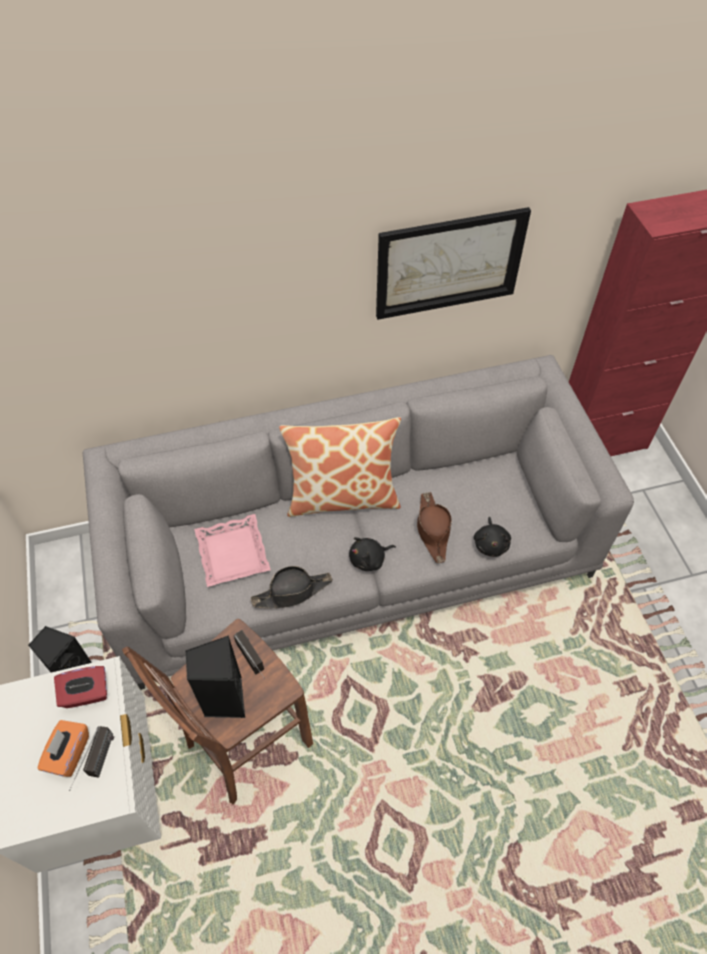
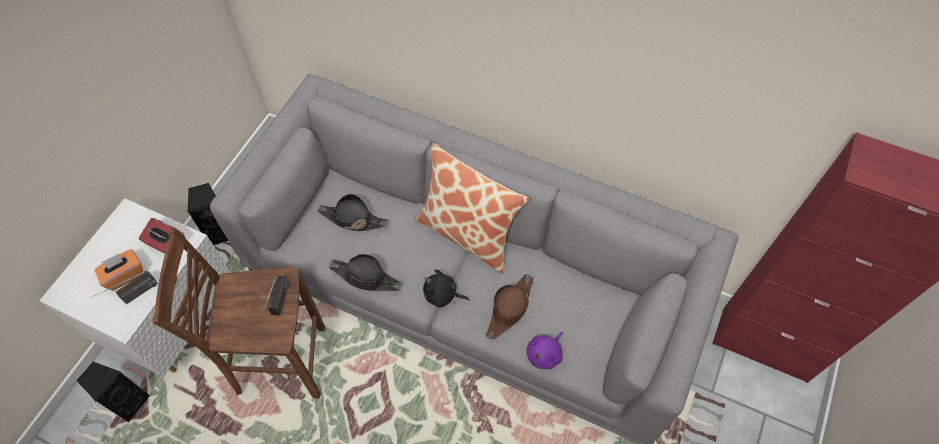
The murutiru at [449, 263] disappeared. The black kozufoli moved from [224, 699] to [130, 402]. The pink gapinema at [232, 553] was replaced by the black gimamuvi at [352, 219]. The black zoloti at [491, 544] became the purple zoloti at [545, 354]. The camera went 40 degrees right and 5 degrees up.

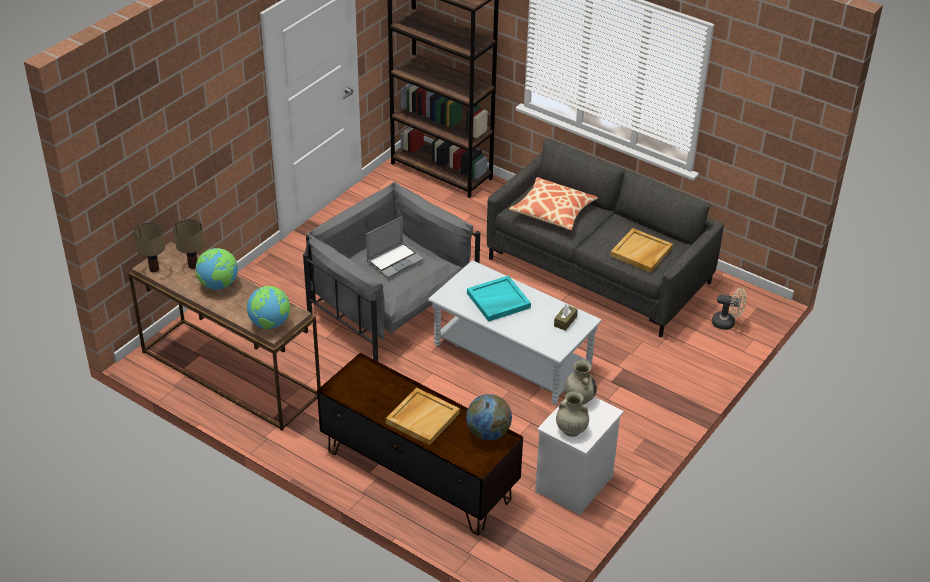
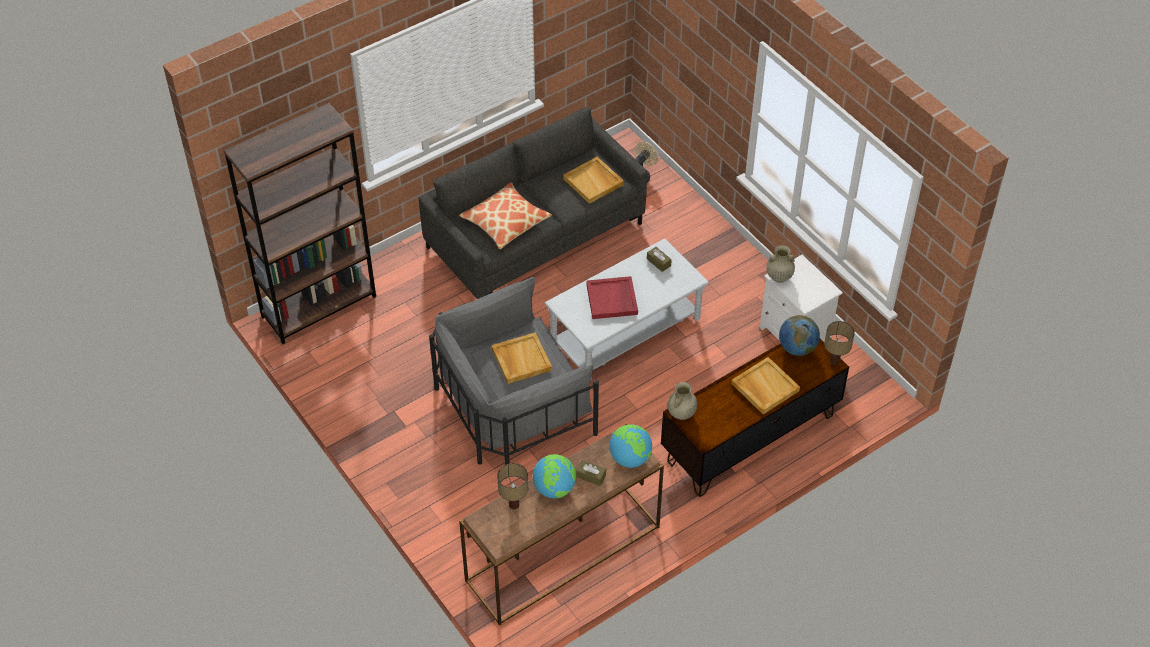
The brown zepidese at [591, 476] appeared. The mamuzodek moved from [154, 269] to [835, 361]. The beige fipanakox moved from [571, 430] to [681, 413]. The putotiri at [395, 261] was replaced by the beige gapinema at [521, 359]. The turquoise gapinema at [498, 301] became the red gapinema at [612, 299]. The camera went 70 degrees left and 10 degrees up.

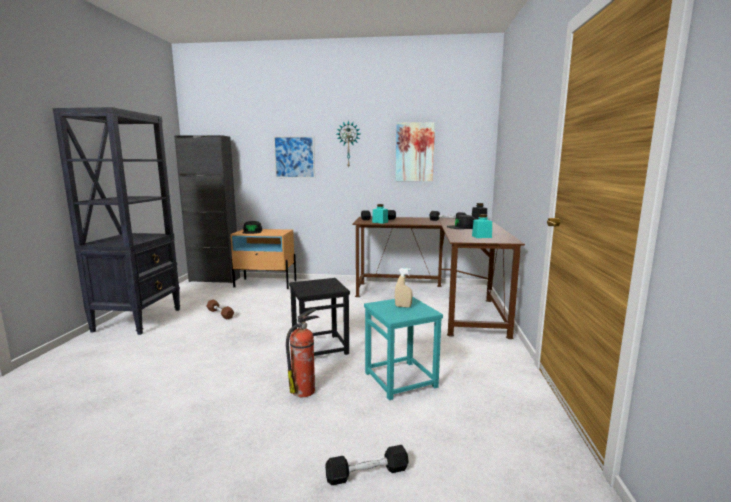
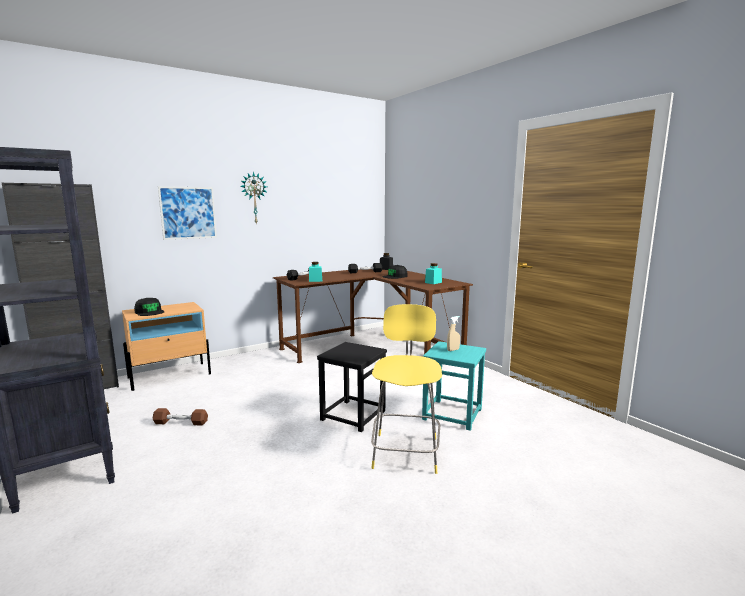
The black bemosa at [367, 473] disappeared. The murutiru at [414, 152] disappeared. The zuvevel at [304, 390] was replaced by the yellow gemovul at [406, 451]. The camera went 40 degrees left and 0 degrees up.

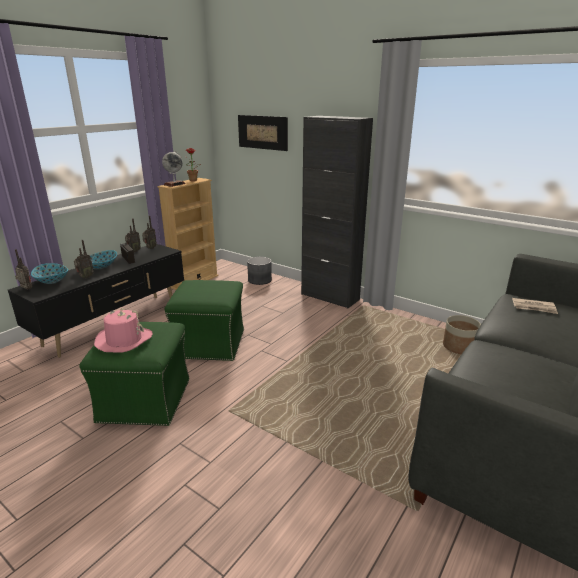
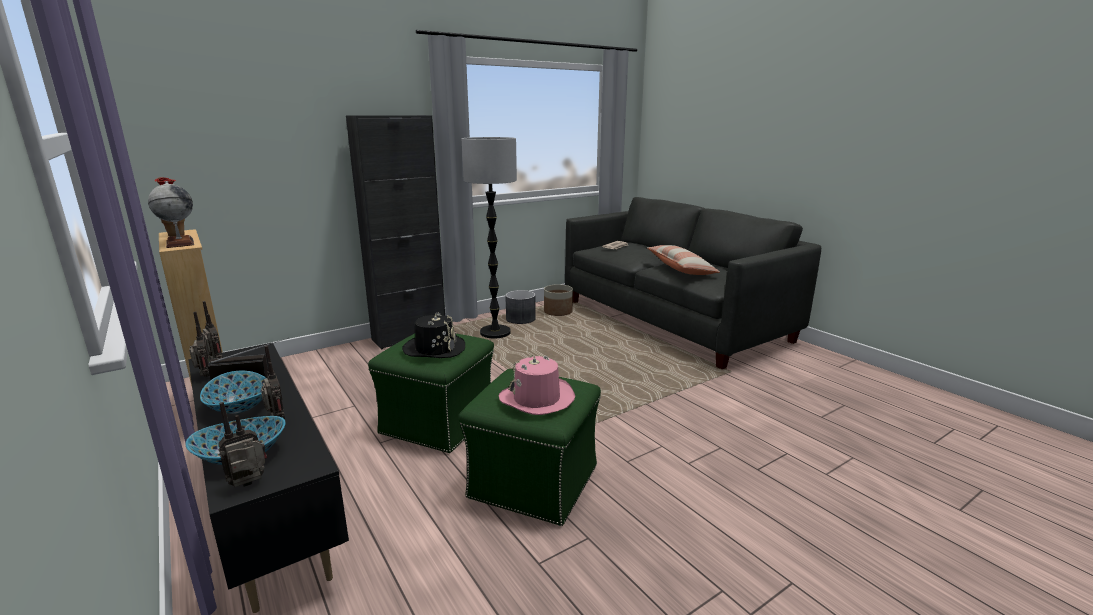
The murutiru at [262, 132] disappeared. The black gimamuvi at [434, 349] appeared. The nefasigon at [495, 333] appeared. The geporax at [680, 269] appeared. The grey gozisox moved from [260, 280] to [520, 319]. The camera went 70 degrees left and 5 degrees down.

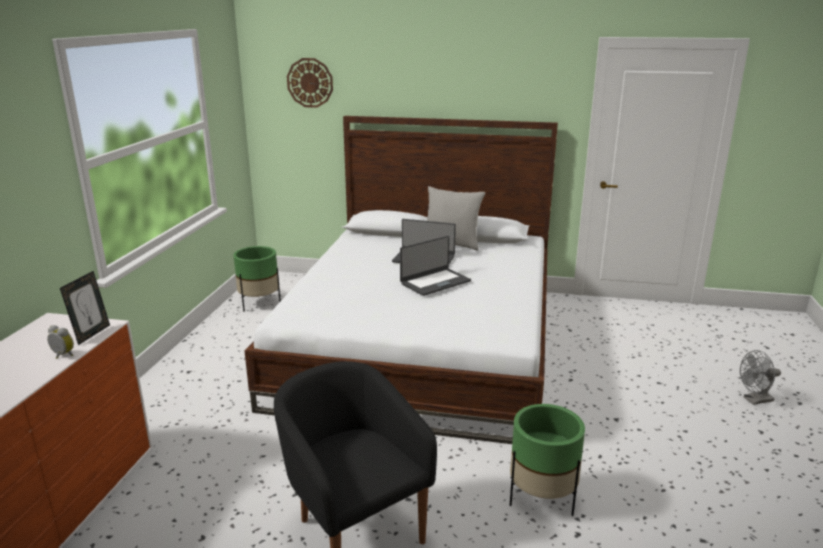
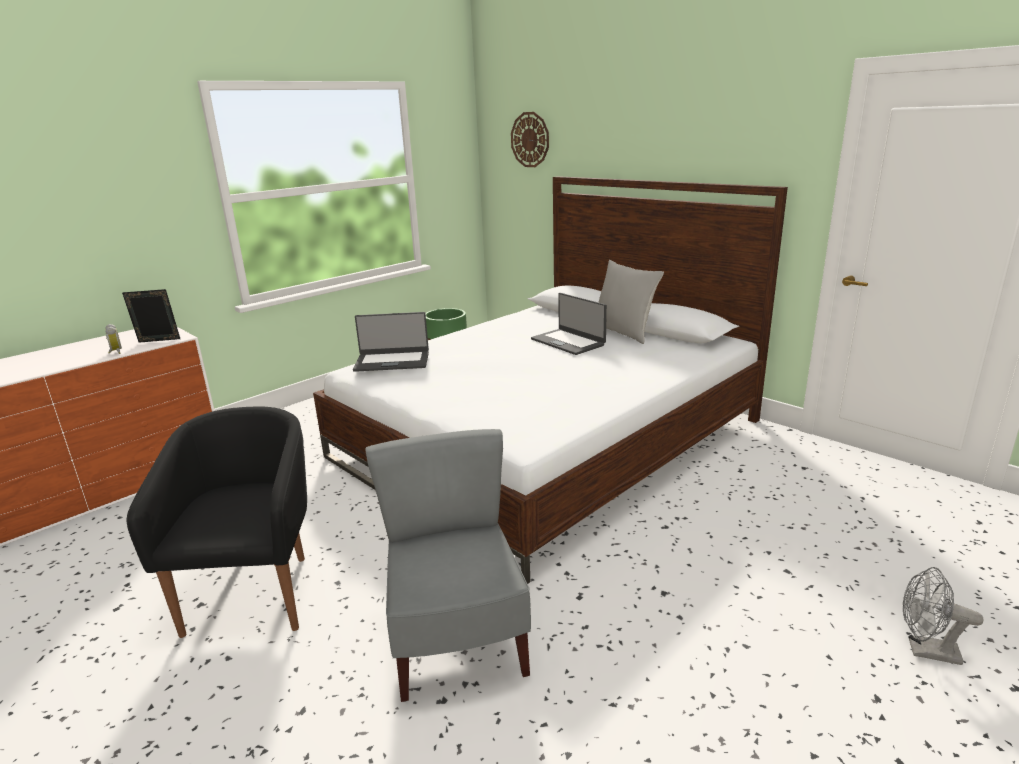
The putotiri moved from [435, 282] to [392, 361]. The green gozisox at [542, 498] was replaced by the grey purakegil at [457, 642]. The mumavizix at [91, 334] turned 150 degrees counterclockwise. The camera went 35 degrees right and 0 degrees up.

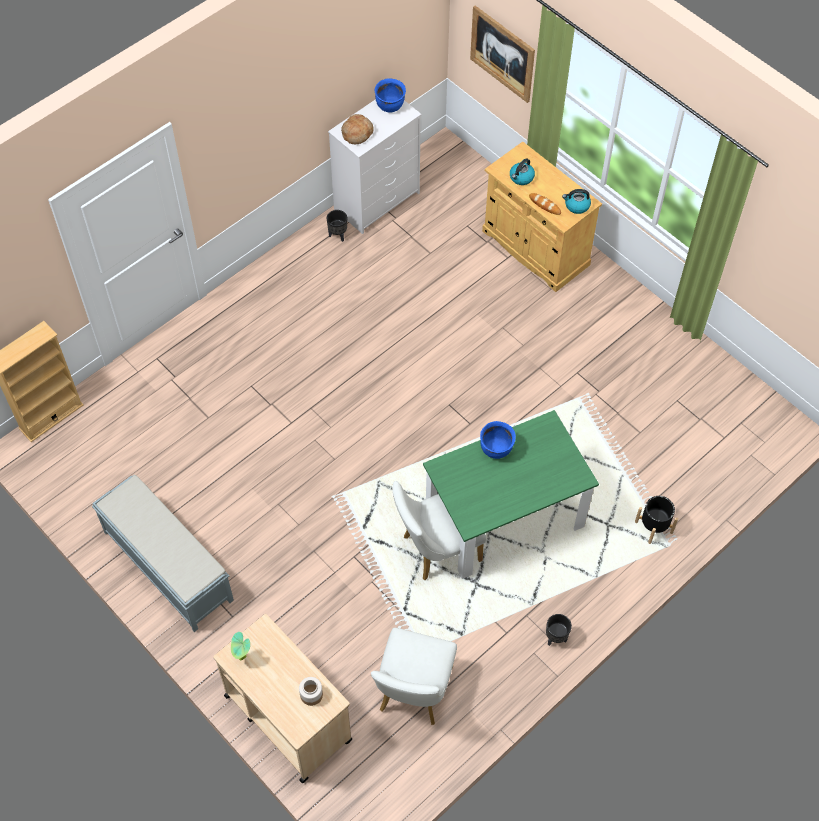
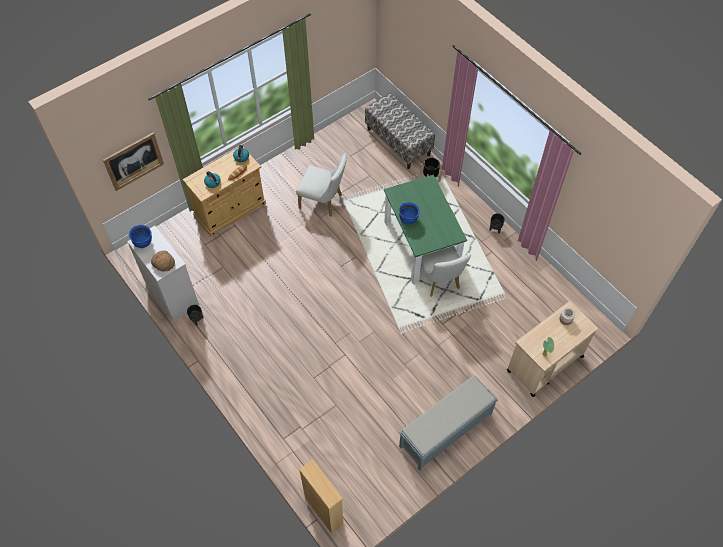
The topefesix at [398, 142] appeared. The white purakegil moved from [413, 693] to [324, 202]. The camera went 85 degrees left and 0 degrees up.

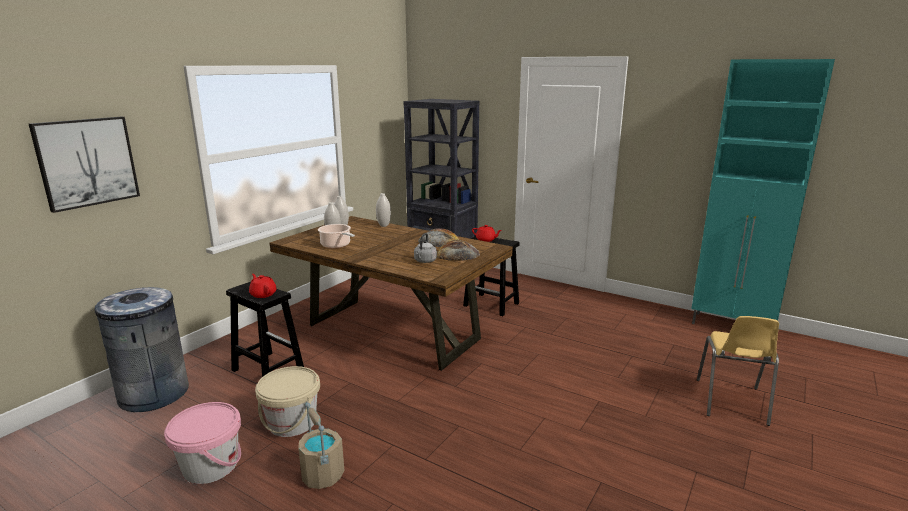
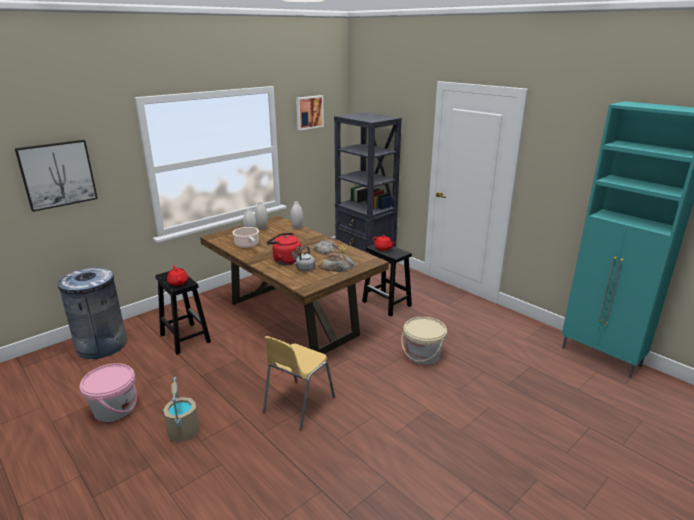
The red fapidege at [285, 260] appeared. The murutiru at [309, 112] appeared. The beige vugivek moved from [292, 422] to [423, 355]. The yellow purakegil moved from [731, 402] to [298, 405]. The camera went 15 degrees right and 5 degrees up.

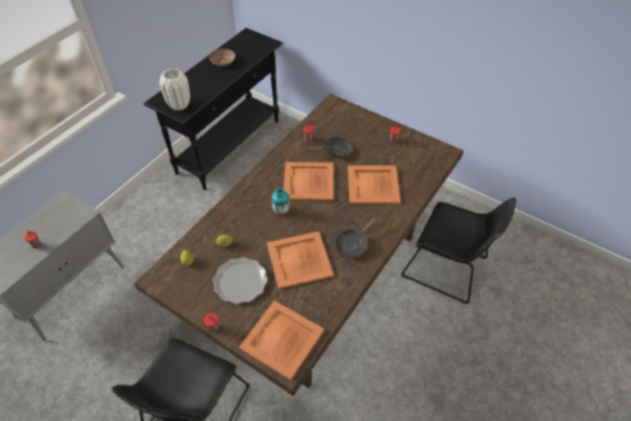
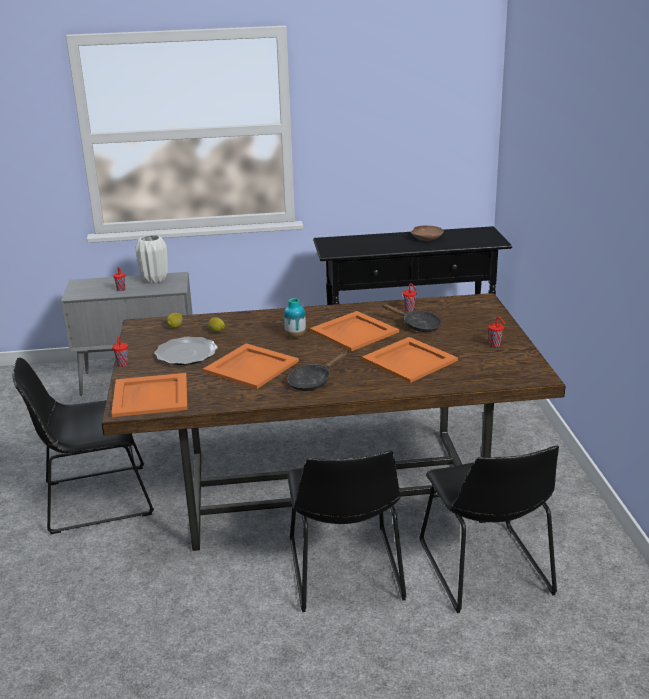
The black purakegil at [346, 573] appeared. The white fipanakox moved from [179, 105] to [154, 280]. The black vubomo at [353, 244] turned 45 degrees counterclockwise. The camera went 50 degrees right and 25 degrees down.

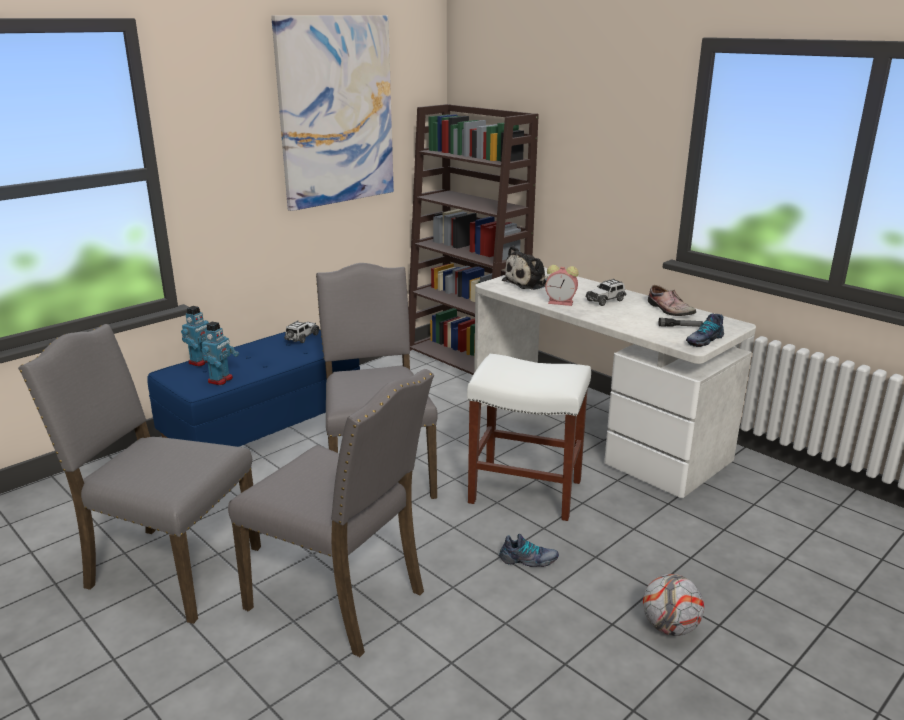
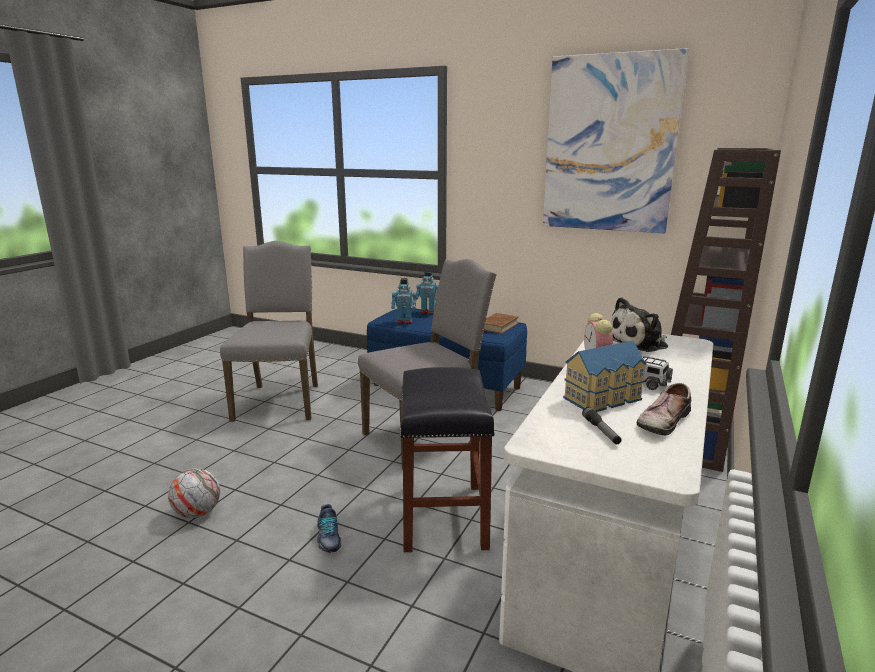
The grey purakegil at [341, 598] disappeared. The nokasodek at [703, 340] disappeared. The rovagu at [605, 399] appeared. The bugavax moved from [669, 627] to [197, 513]. The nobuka at [302, 338] was replaced by the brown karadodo at [497, 326]. The white gemovul at [523, 491] became the black gemovul at [443, 515]. The zoloti at [529, 283] turned 60 degrees counterclockwise. The camera went 70 degrees right and 5 degrees down.

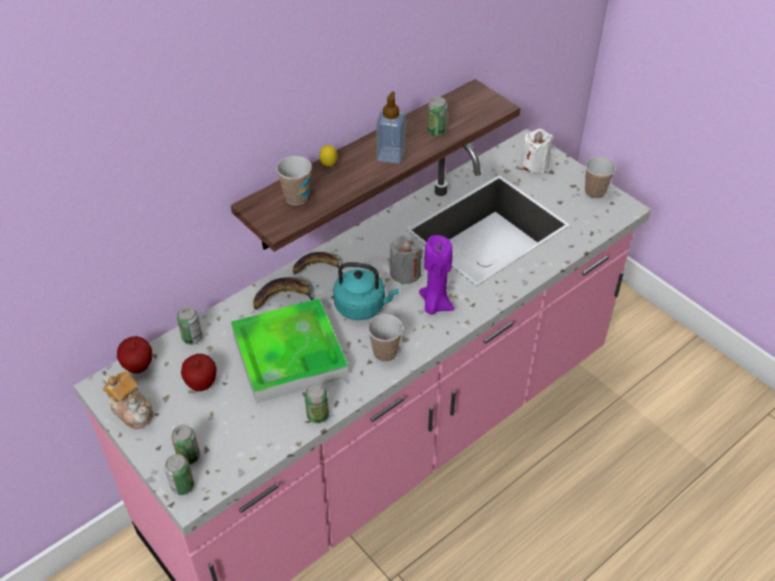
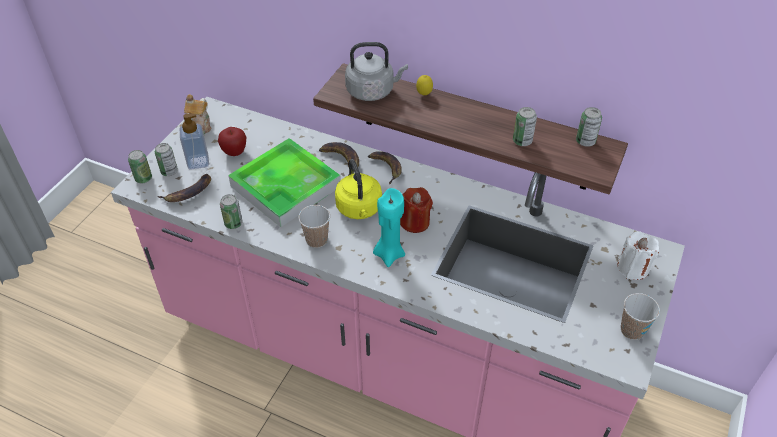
The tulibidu at [138, 367] disappeared. The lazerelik at [188, 193] appeared. The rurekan moved from [192, 338] to [585, 141]. The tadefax moved from [390, 155] to [198, 162]. The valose at [296, 198] was replaced by the grey fapidege at [372, 91]. The turquoise fapidege at [363, 307] became the yellow fapidege at [359, 209]. The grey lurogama at [405, 273] became the red lurogama at [415, 222]. The purple lurogama at [435, 305] became the turquoise lurogama at [389, 254]. The camera went 65 degrees right and 0 degrees up.

